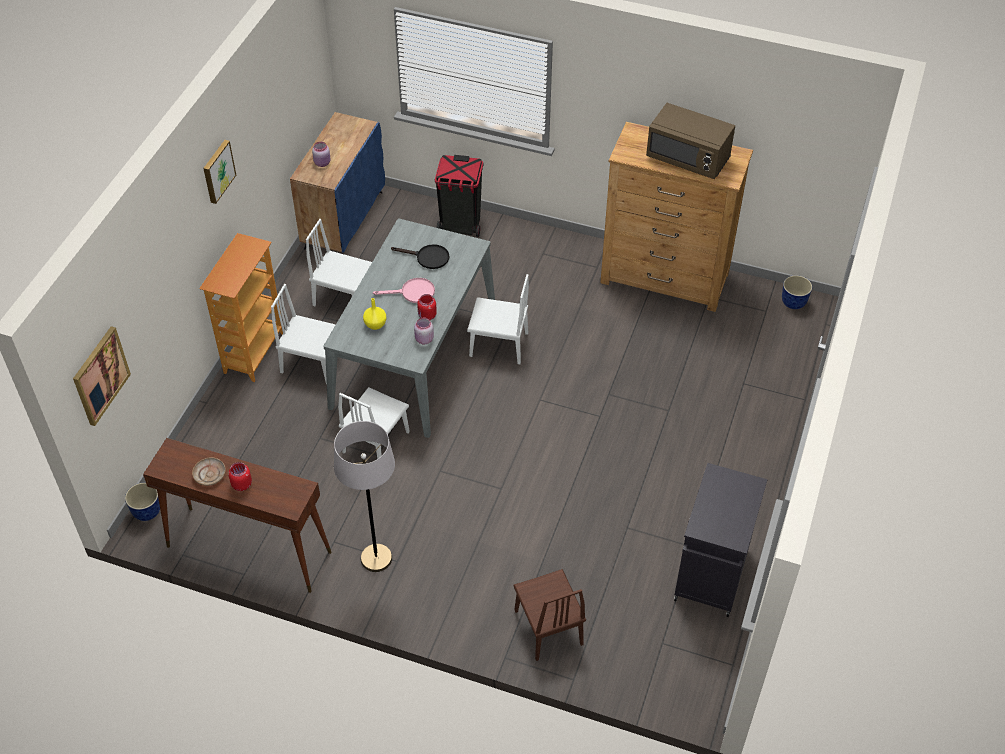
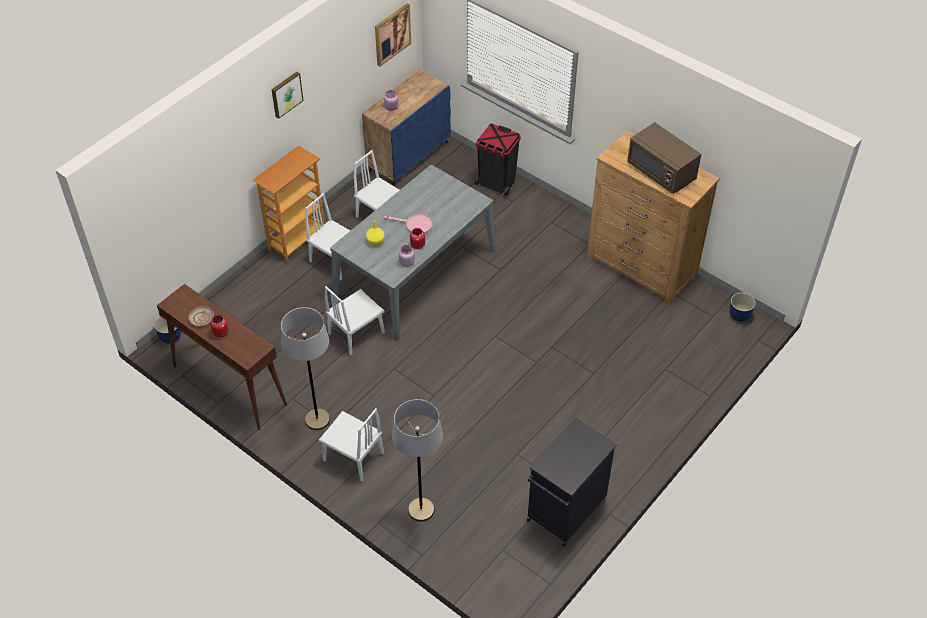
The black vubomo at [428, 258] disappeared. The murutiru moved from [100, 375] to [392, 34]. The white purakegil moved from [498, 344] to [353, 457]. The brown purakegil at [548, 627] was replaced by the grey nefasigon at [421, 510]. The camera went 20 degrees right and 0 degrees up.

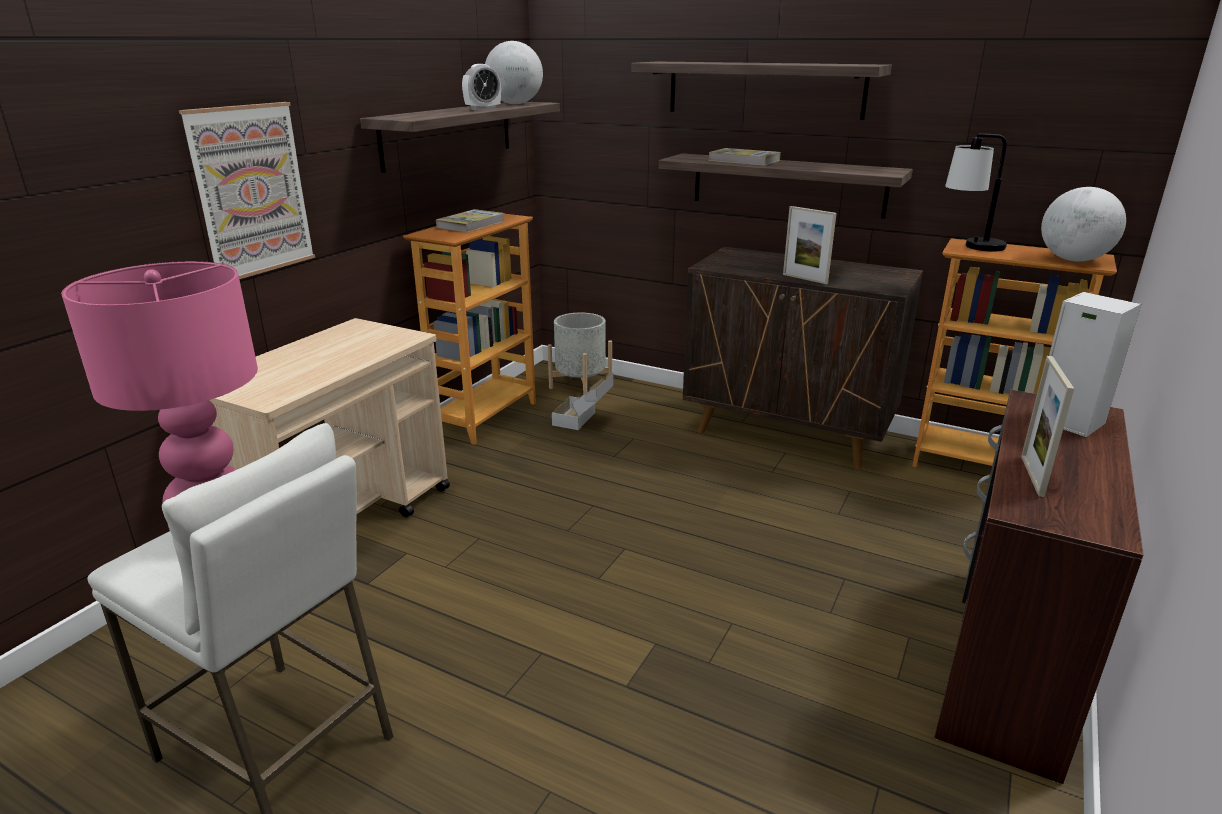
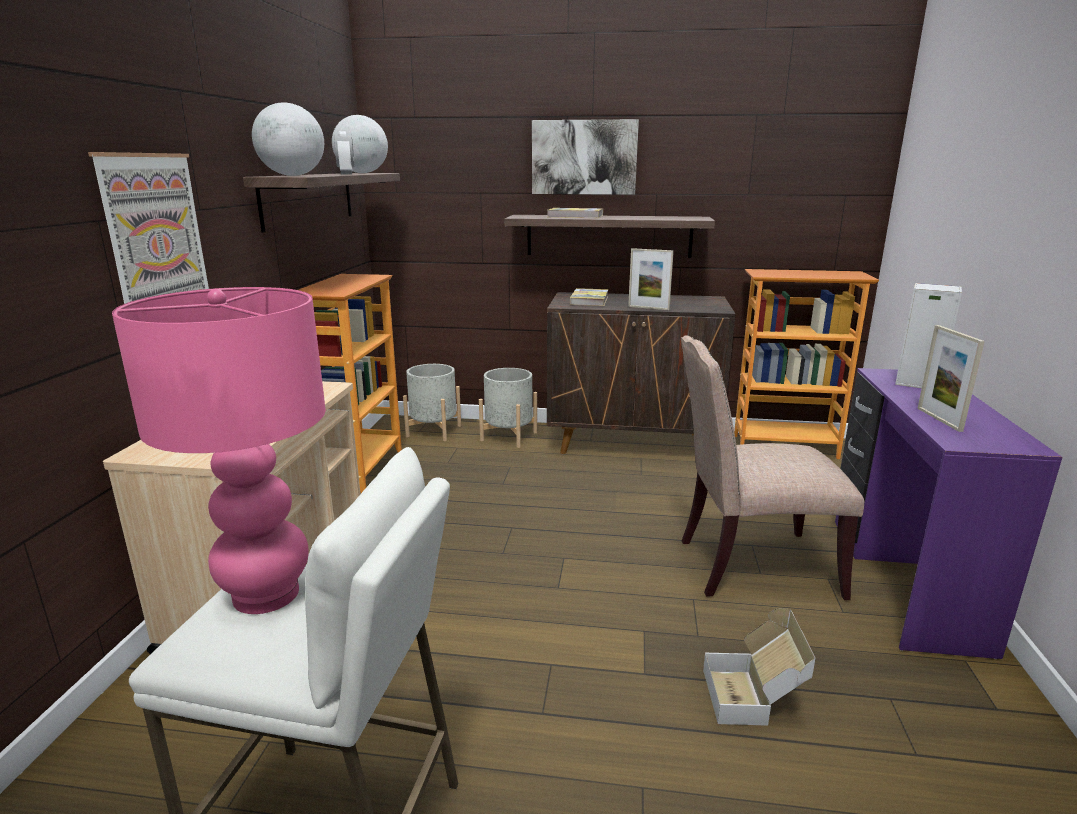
The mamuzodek at [970, 248] disappeared. The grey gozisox at [509, 436] appeared. The beige purakegil at [750, 566] appeared. The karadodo moved from [471, 224] to [589, 300]. The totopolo moved from [584, 421] to [753, 697]. The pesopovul moved from [1073, 260] to [293, 175]. The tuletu at [764, 89] was replaced by the murutiru at [584, 157]. The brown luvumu at [1004, 660] became the purple luvumu at [901, 580]. The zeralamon at [483, 109] turned 45 degrees counterclockwise. The camera went 20 degrees left and 5 degrees down.

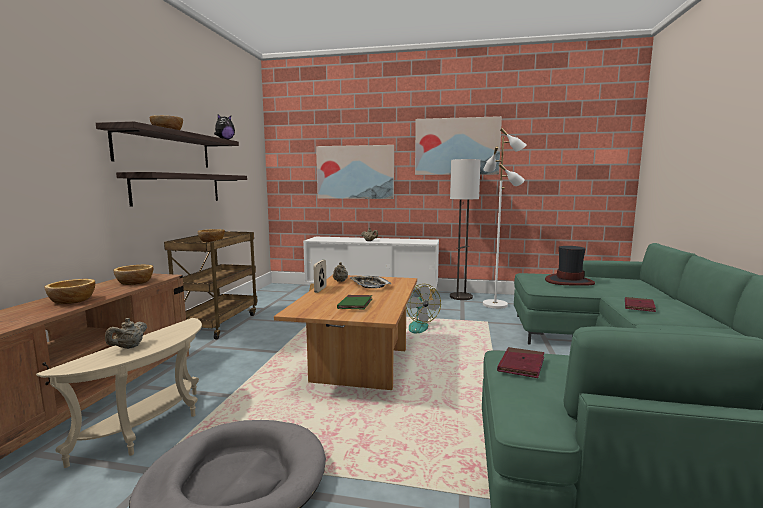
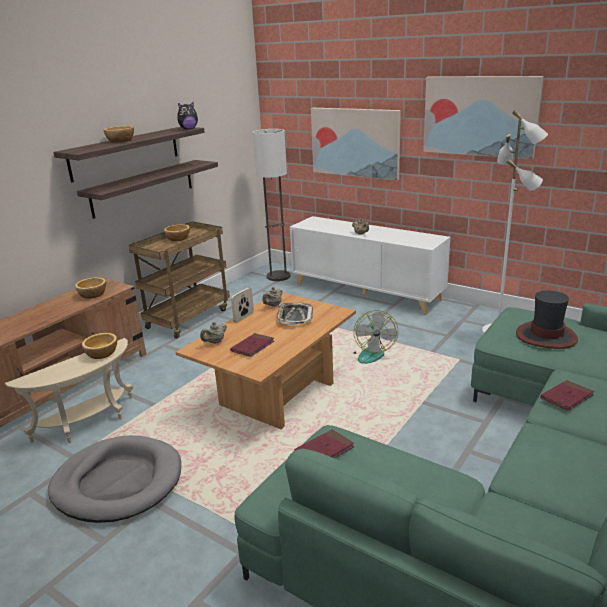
The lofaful moved from [73, 300] to [102, 353]. The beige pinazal moved from [129, 347] to [215, 342]. The nefasigon moved from [461, 297] to [278, 276]. The green karadodo at [355, 304] became the red karadodo at [252, 347]. The camera went 25 degrees right and 15 degrees up.

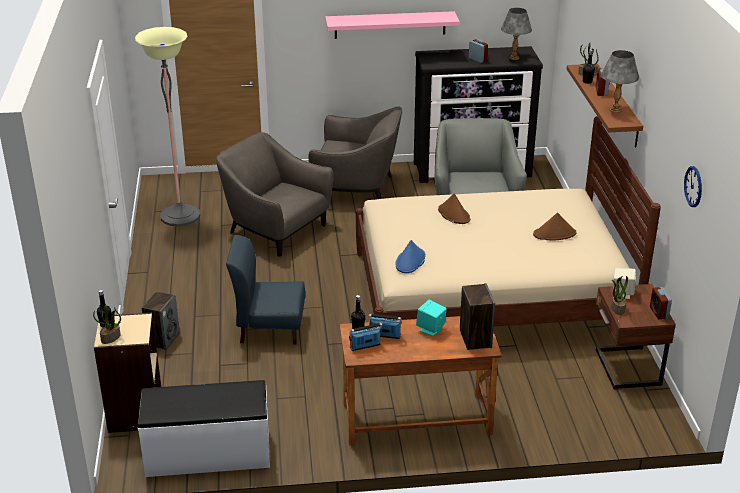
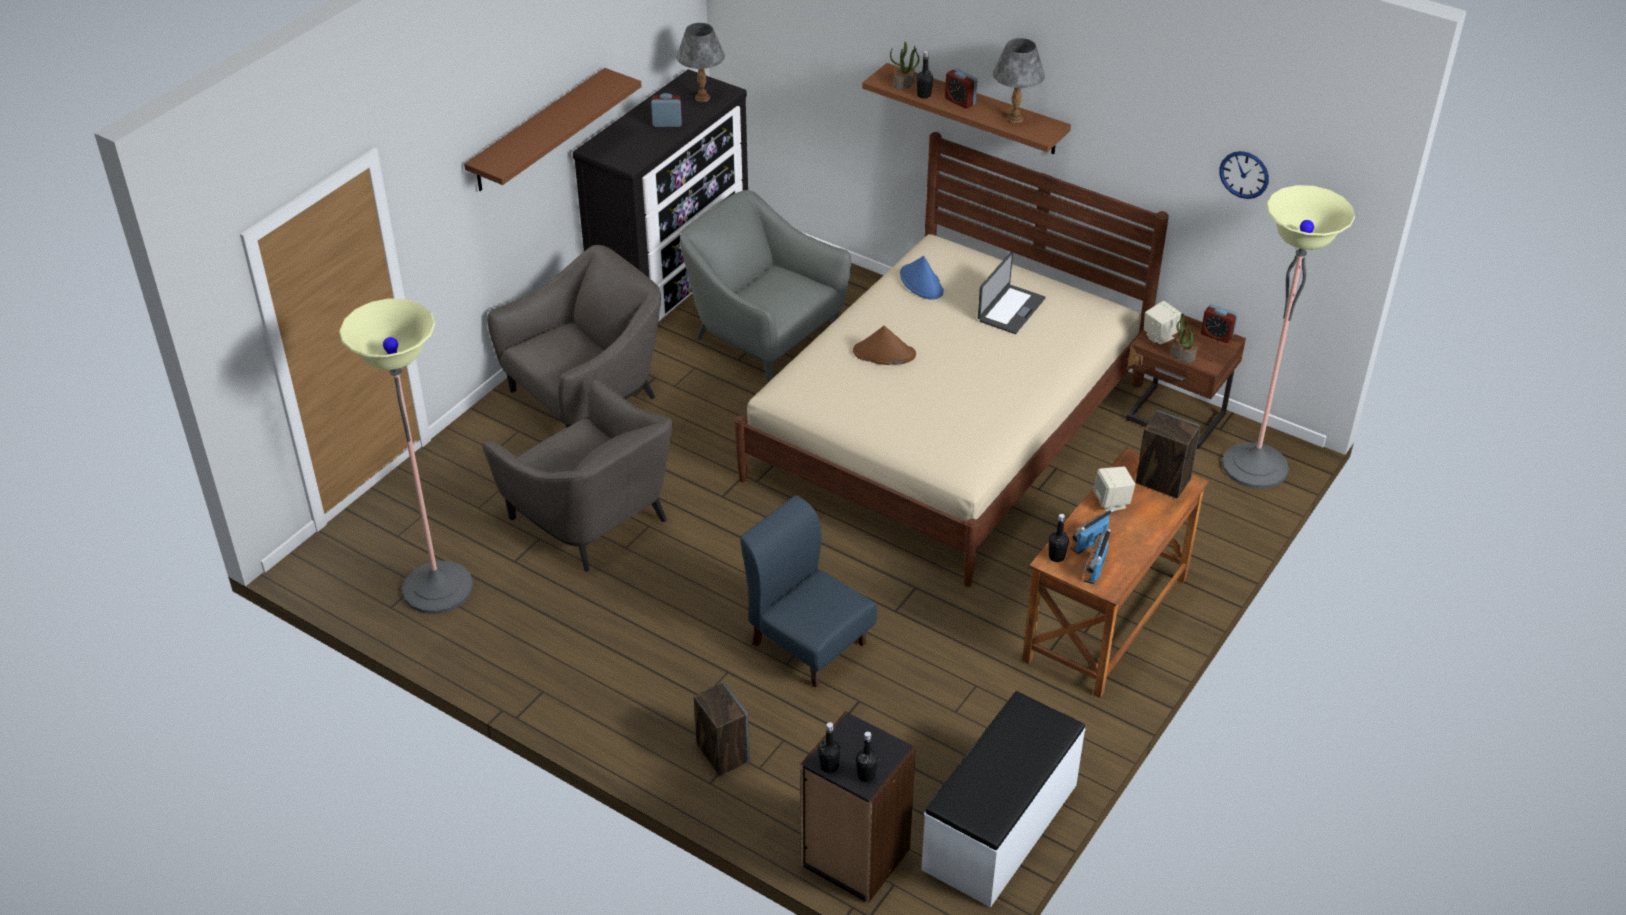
The nefasigon at [1255, 466] appeared. The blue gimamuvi moved from [410, 261] to [921, 283]. The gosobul at [110, 338] was replaced by the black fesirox at [866, 775]. The brown gimamuvi at [554, 234] was replaced by the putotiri at [1010, 309]. The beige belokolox at [135, 413] became the black belokolox at [854, 858]. The pink tuletu at [390, 25] became the brown tuletu at [538, 130]. The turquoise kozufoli at [431, 329] became the beige kozufoli at [1112, 502]. The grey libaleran at [275, 229] turned 120 degrees counterclockwise. The blue purakegil at [269, 328] turned 90 degrees clockwise. The camera went 50 degrees left and 10 degrees up.

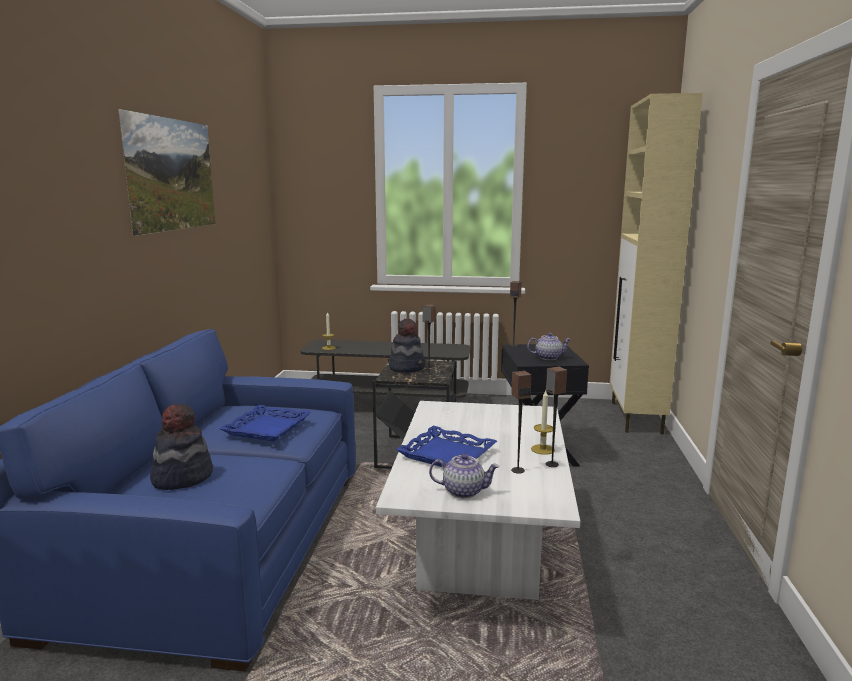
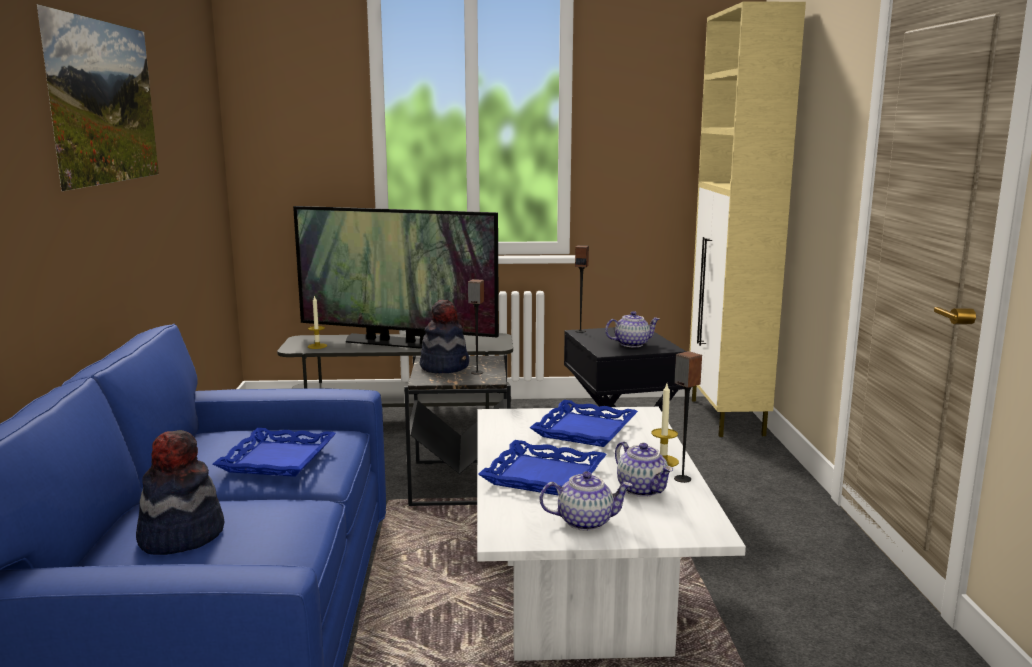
The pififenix at [398, 343] appeared. The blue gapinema at [584, 430] appeared. The kozufoli at [517, 470] was replaced by the pinazal at [643, 489]. The camera went 10 degrees left and 0 degrees up.

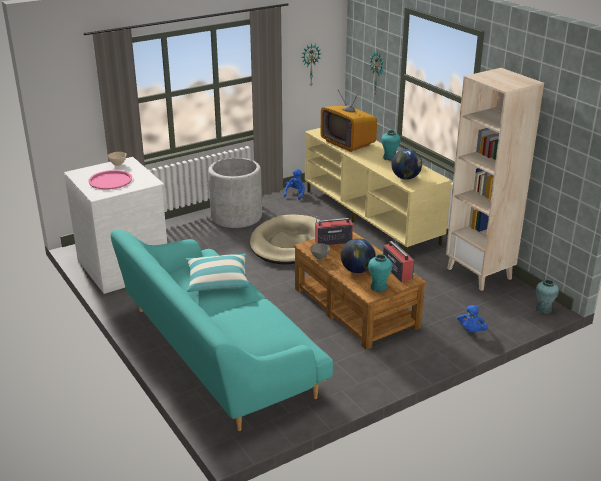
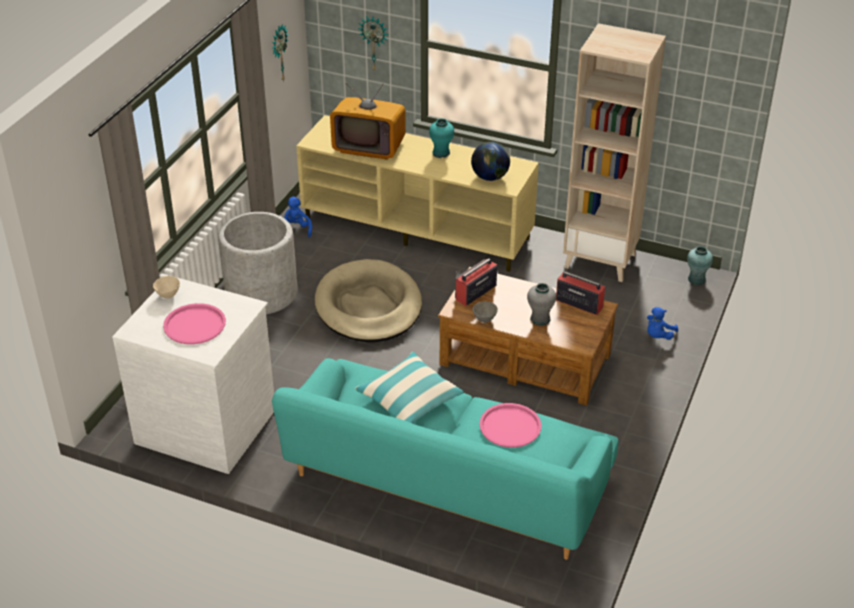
The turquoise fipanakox at [378, 287] disappeared. The pink gapinema at [510, 426] appeared. The pesopovul at [357, 270] was replaced by the grey fipanakox at [540, 319]. The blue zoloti at [471, 331] turned 60 degrees clockwise. The camera went 35 degrees left and 10 degrees up.

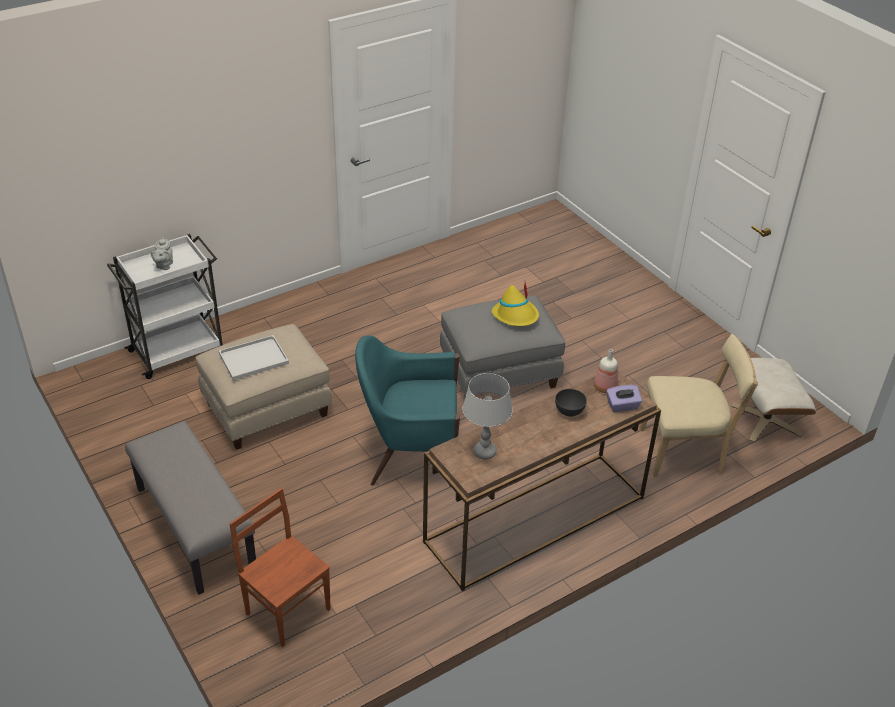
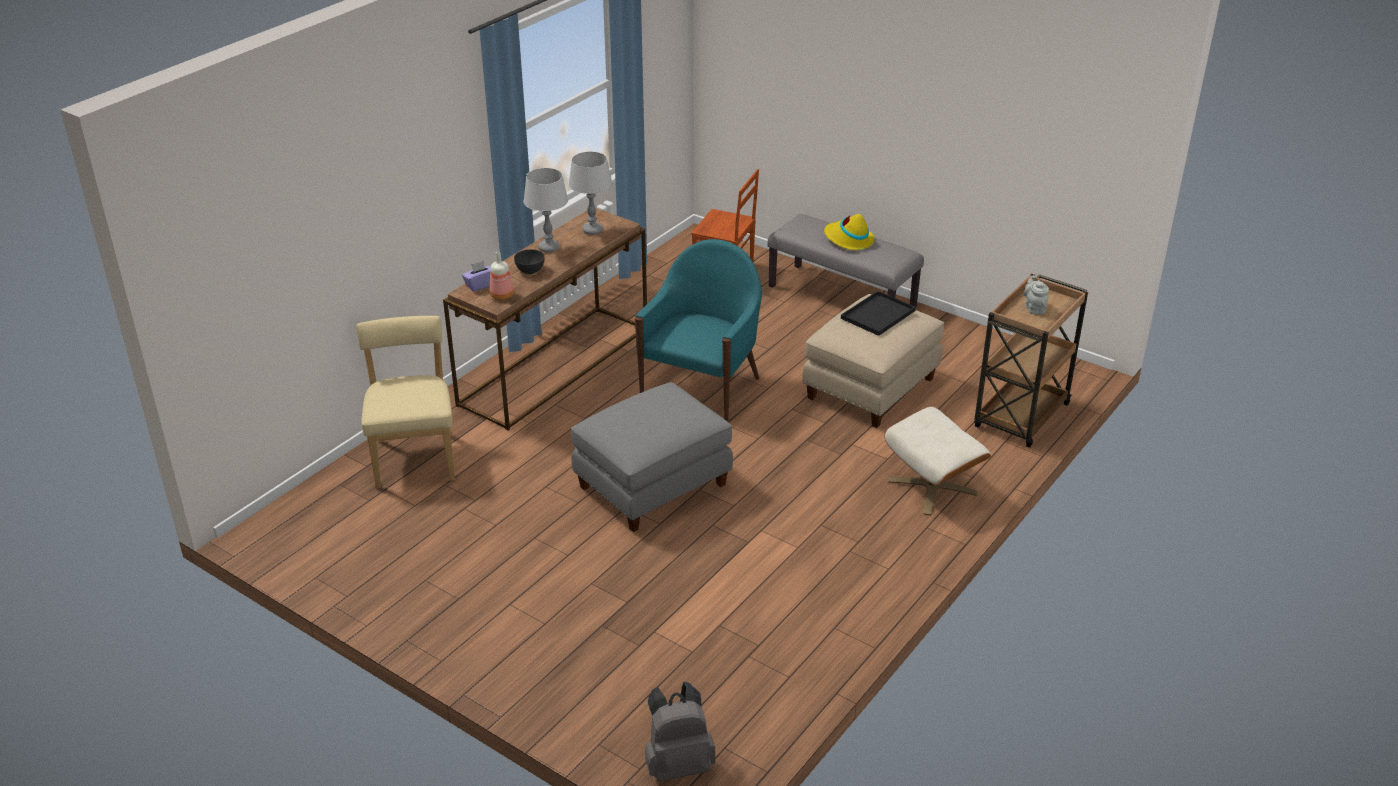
The grey mamuzodek at [549, 248] appeared. The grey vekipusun at [678, 764] appeared. The yellow gimamuvi moved from [516, 316] to [848, 240]. The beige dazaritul moved from [765, 420] to [932, 487]. The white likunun at [178, 351] became the brown likunun at [1020, 417]. The white gapinema at [254, 358] became the black gapinema at [877, 315]. The turquoise libaleran at [410, 453] turned 45 degrees counterclockwise. The beige purakegil at [685, 452] turned 105 degrees clockwise. The camera went 160 degrees right and 5 degrees down.

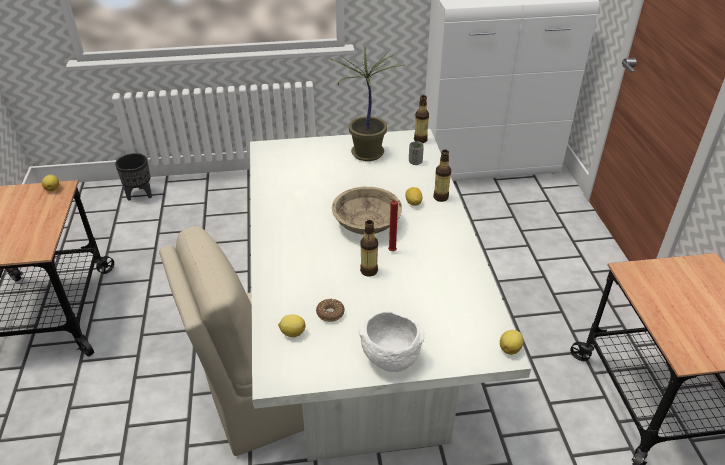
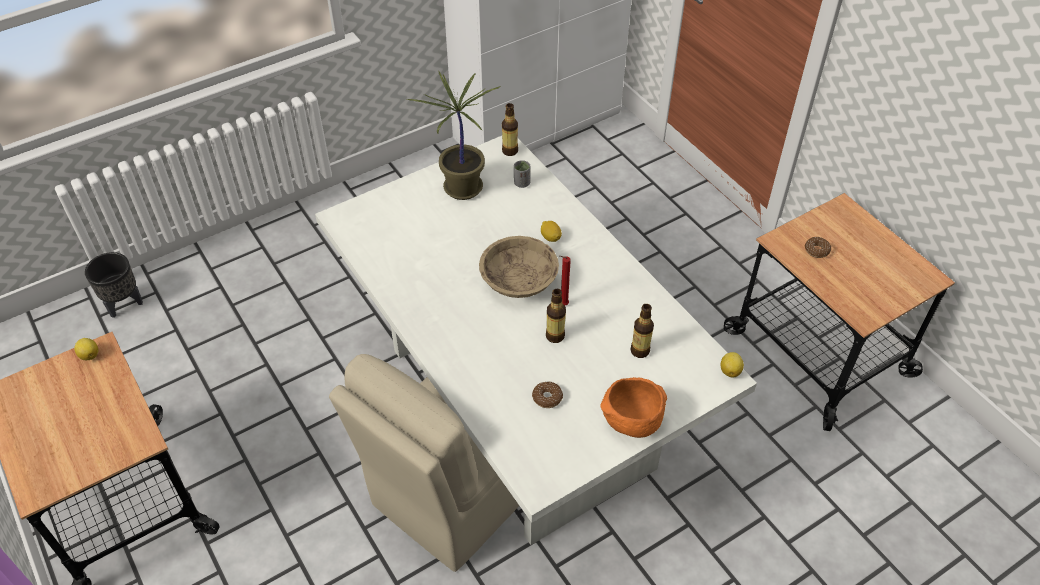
The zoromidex at [292, 333] disappeared. The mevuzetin at [816, 250] appeared. The fesirox moved from [440, 197] to [640, 351]. The white lofaful at [389, 358] became the orange lofaful at [631, 423]. The camera went 25 degrees left and 10 degrees up.

